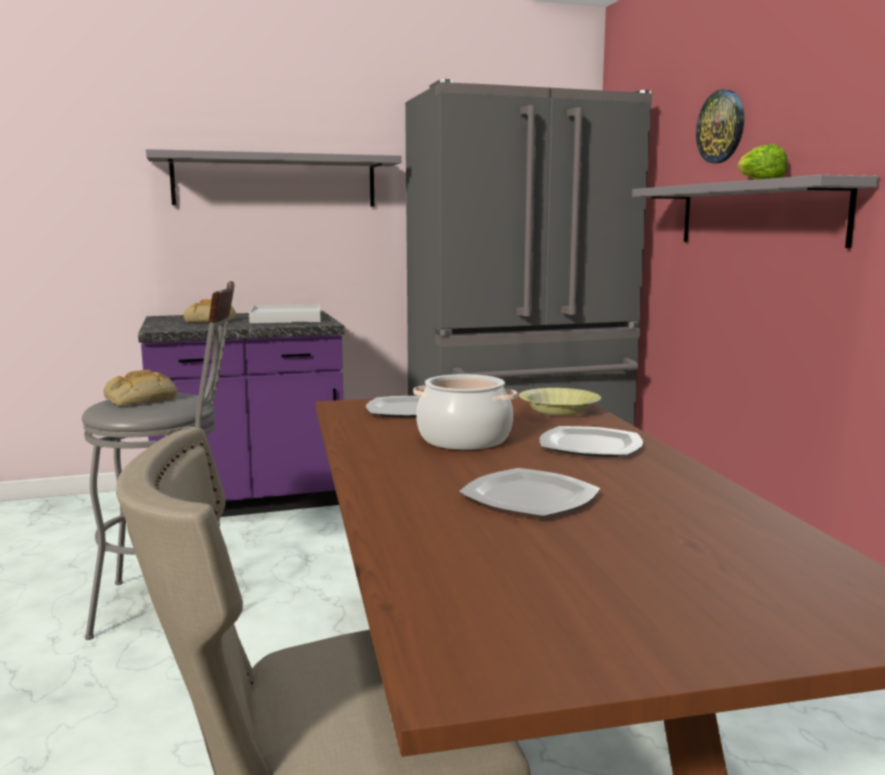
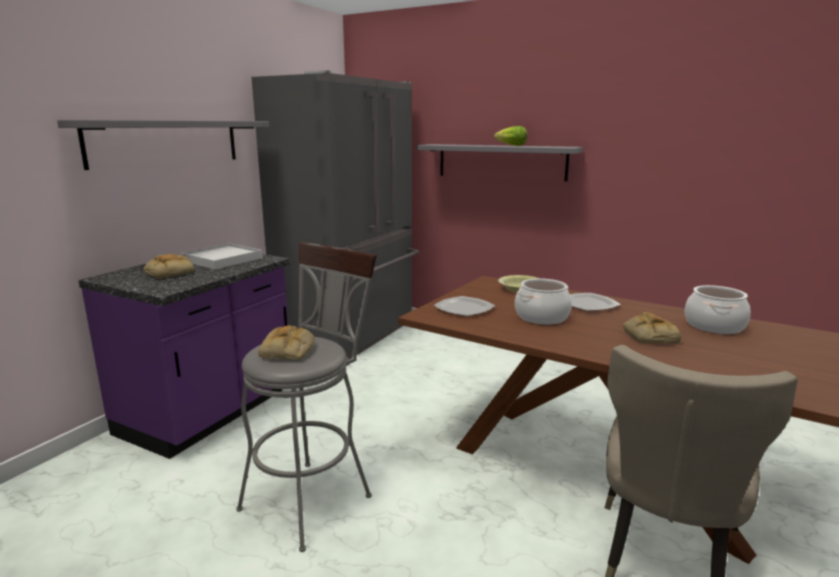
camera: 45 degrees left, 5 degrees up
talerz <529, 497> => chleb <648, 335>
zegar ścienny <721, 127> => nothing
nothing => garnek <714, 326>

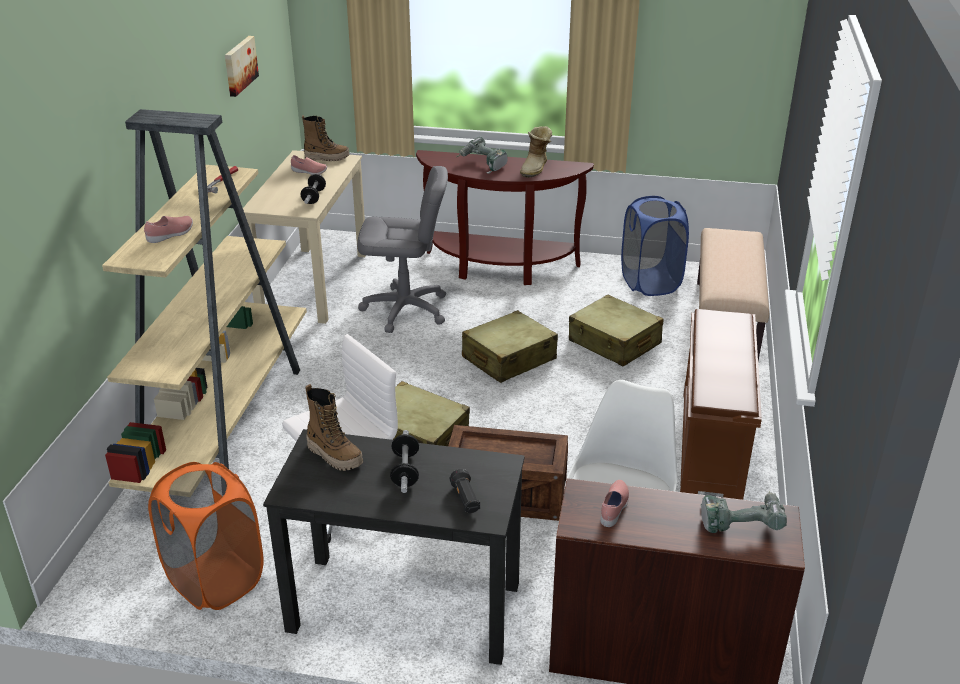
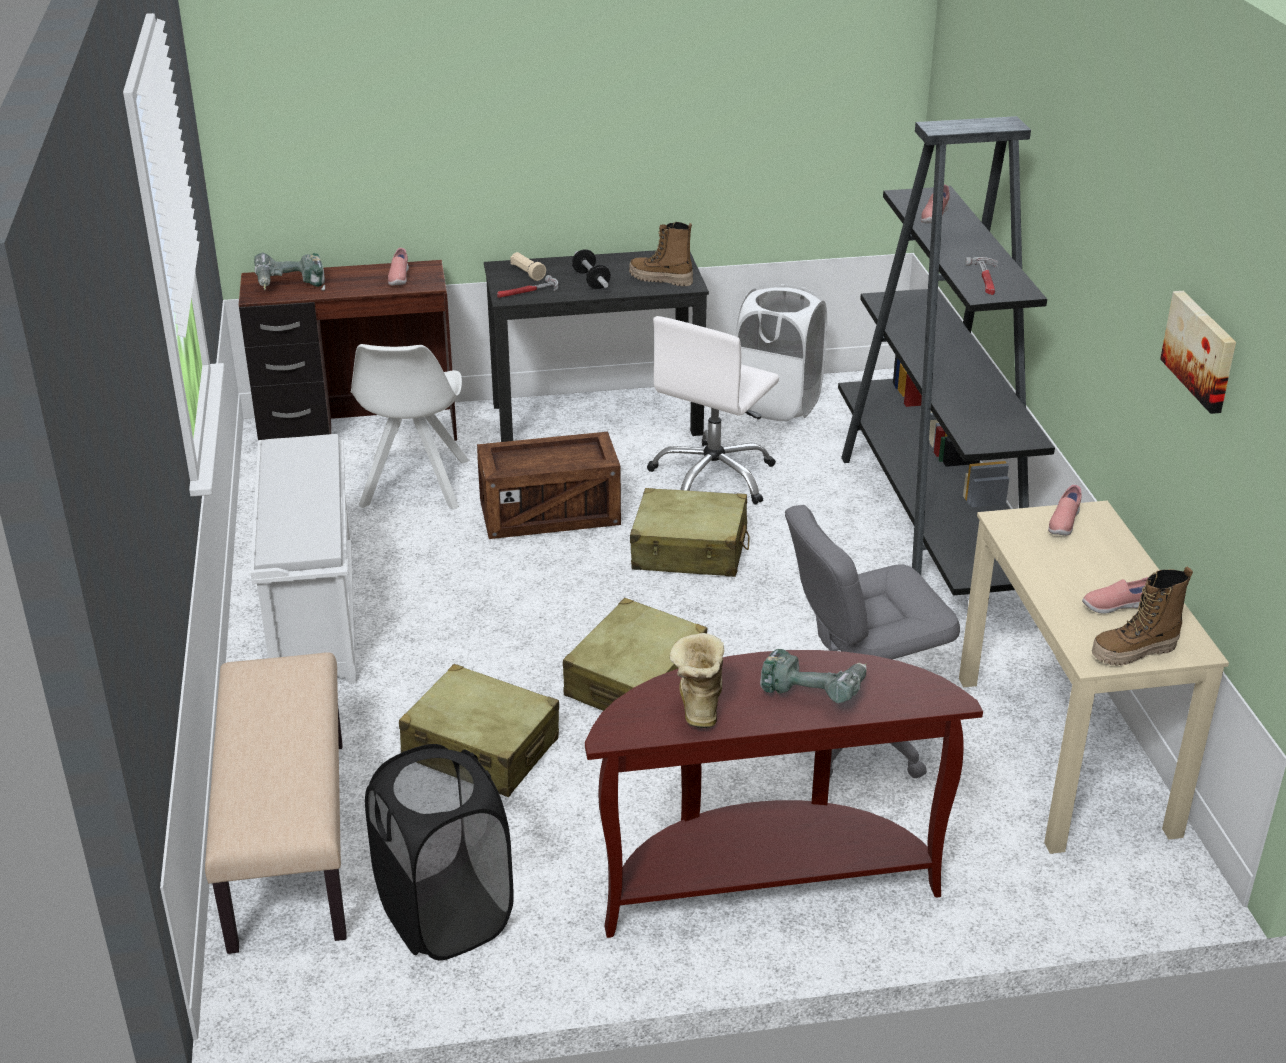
camera: 160 degrees right, 0 degrees up
regał (beżowy) <224, 420> => regał (czarny) <932, 521>
kosz na pranie (pomarańczowy) <215, 580> => kosz na pranie (biały) <777, 404>
hantel <314, 197> => nothing
latarka (czarny) <465, 499> => latarka (beżowy) <527, 273>
kosz na pranie (niebieski) <650, 282> => kosz na pranie (czarny) <445, 916>
regał na buty (brązowy) <712, 446> => regał na buty (biały) <313, 616>
nothing => młotek <527, 292>
nothing => but (różowy) <1063, 524>

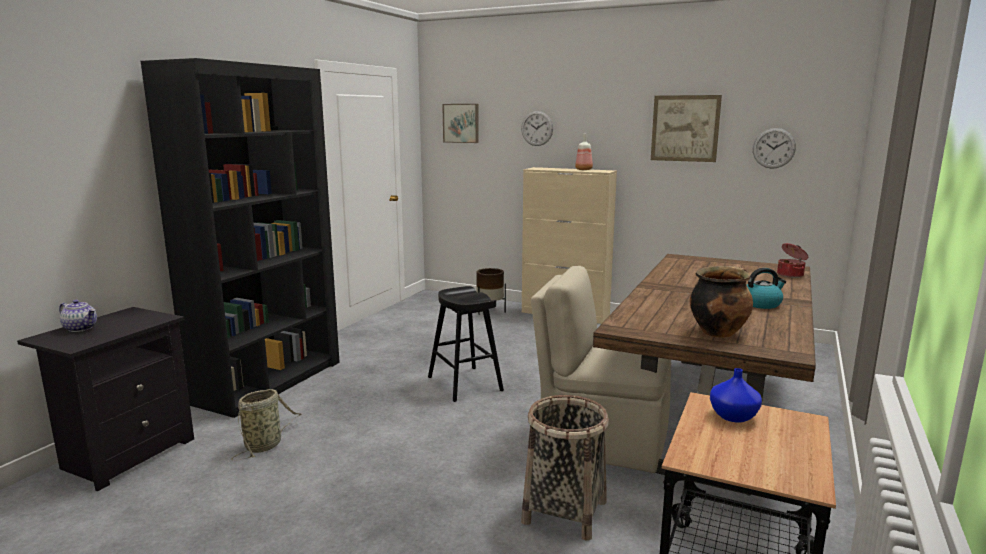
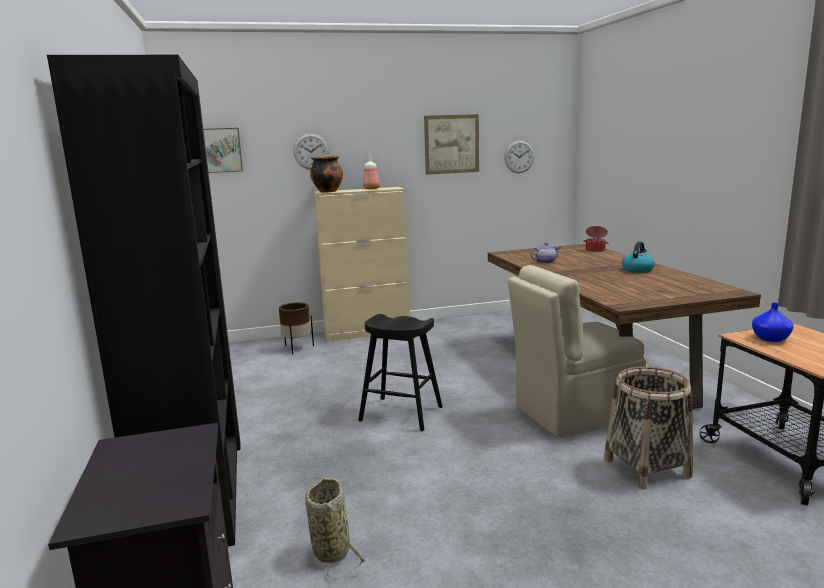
camera: 40 degrees left, 0 degrees up
imbryk <81, 328> => imbryk <545, 262>, move
garnek <718, 332> => garnek <327, 191>, move

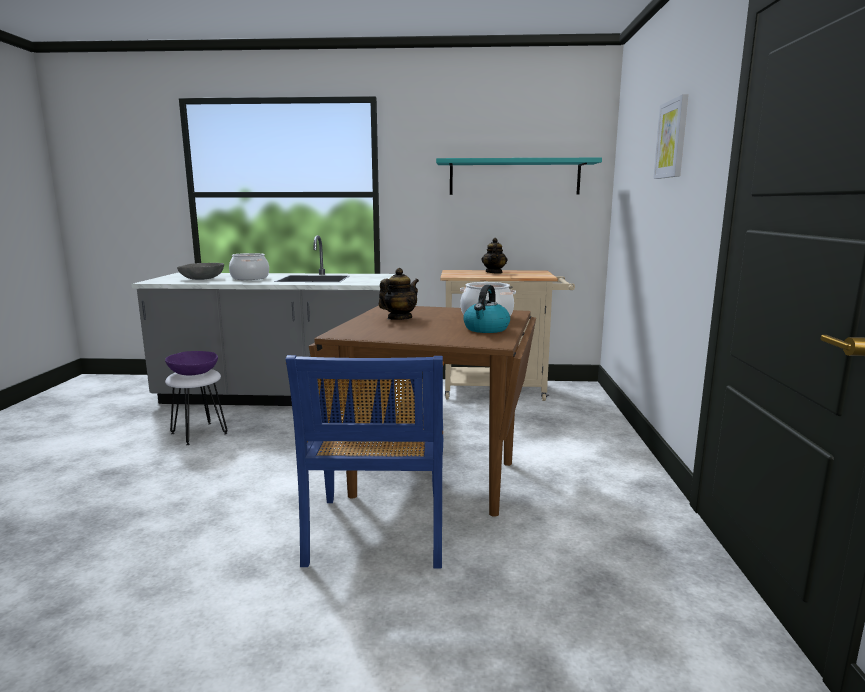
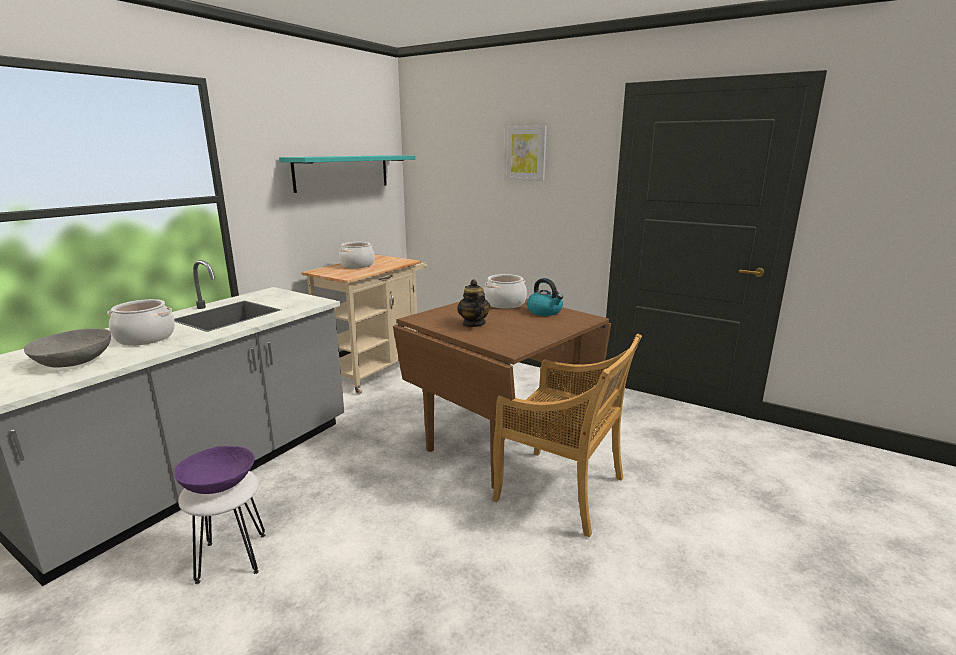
camera: 60 degrees left, 5 degrees up
krzesło (niebieski) <377, 533> => krzesło (beżowy) <562, 490>
imbryk <494, 272> => garnek <357, 265>

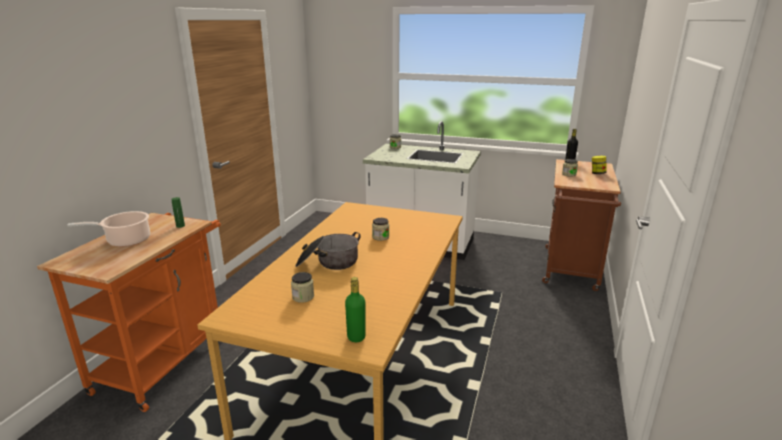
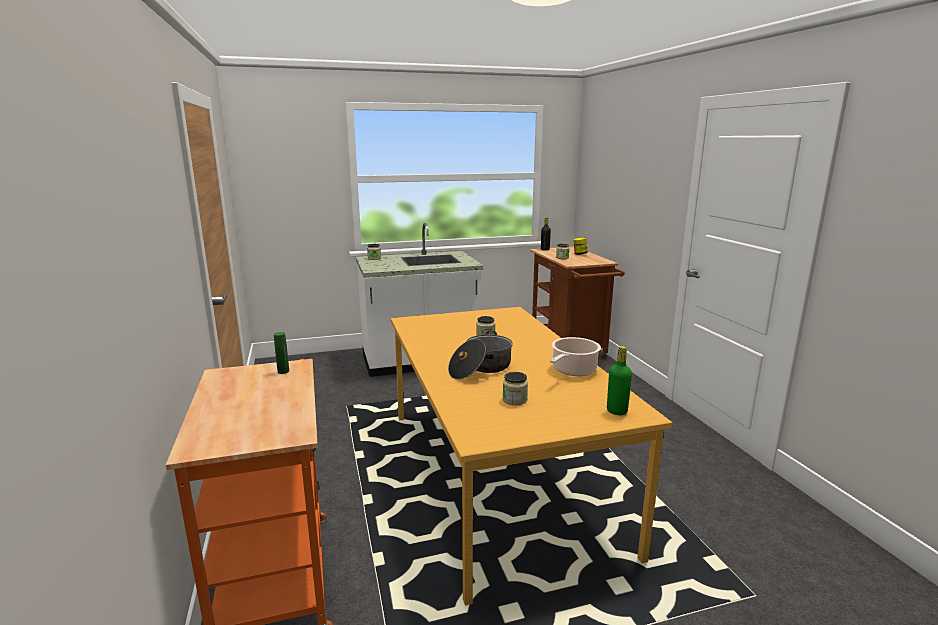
camera: 35 degrees left, 5 degrees down
garnek <126, 241> => garnek <573, 371>, move

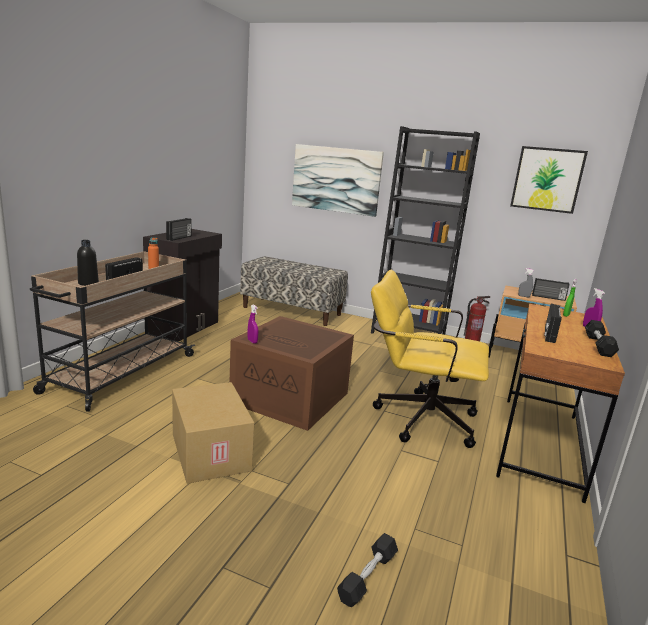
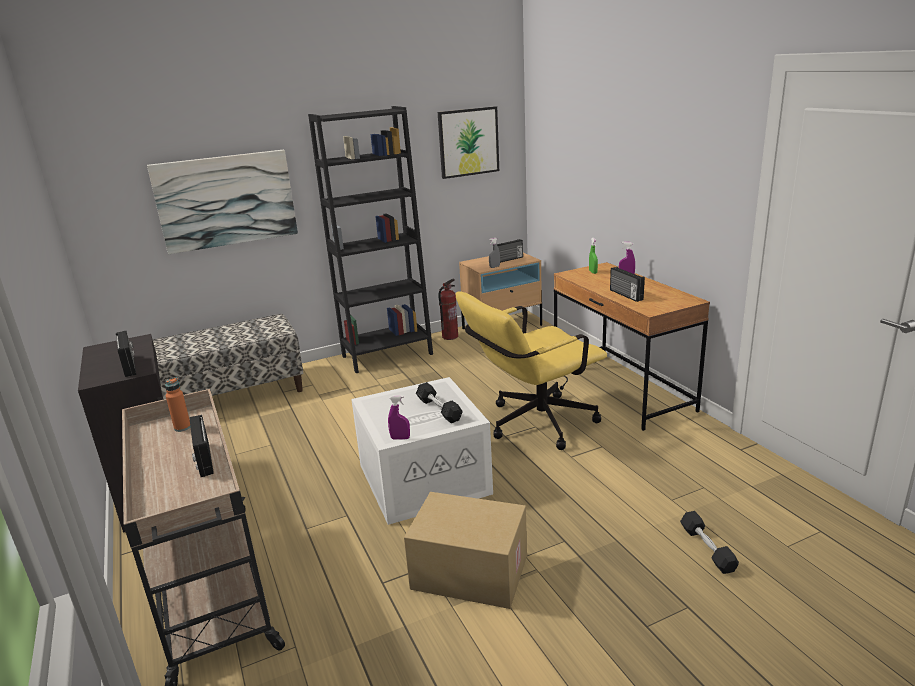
camera: 45 degrees left, 5 degrees up
butelka (czarny) <88, 283> => nothing
pojemnik do przechowywania (brązowy) <292, 397> => pojemnik do przechowywania (biały) <425, 478>
hantel (czarny) <598, 345> => hantel (czarny) <439, 409>, move

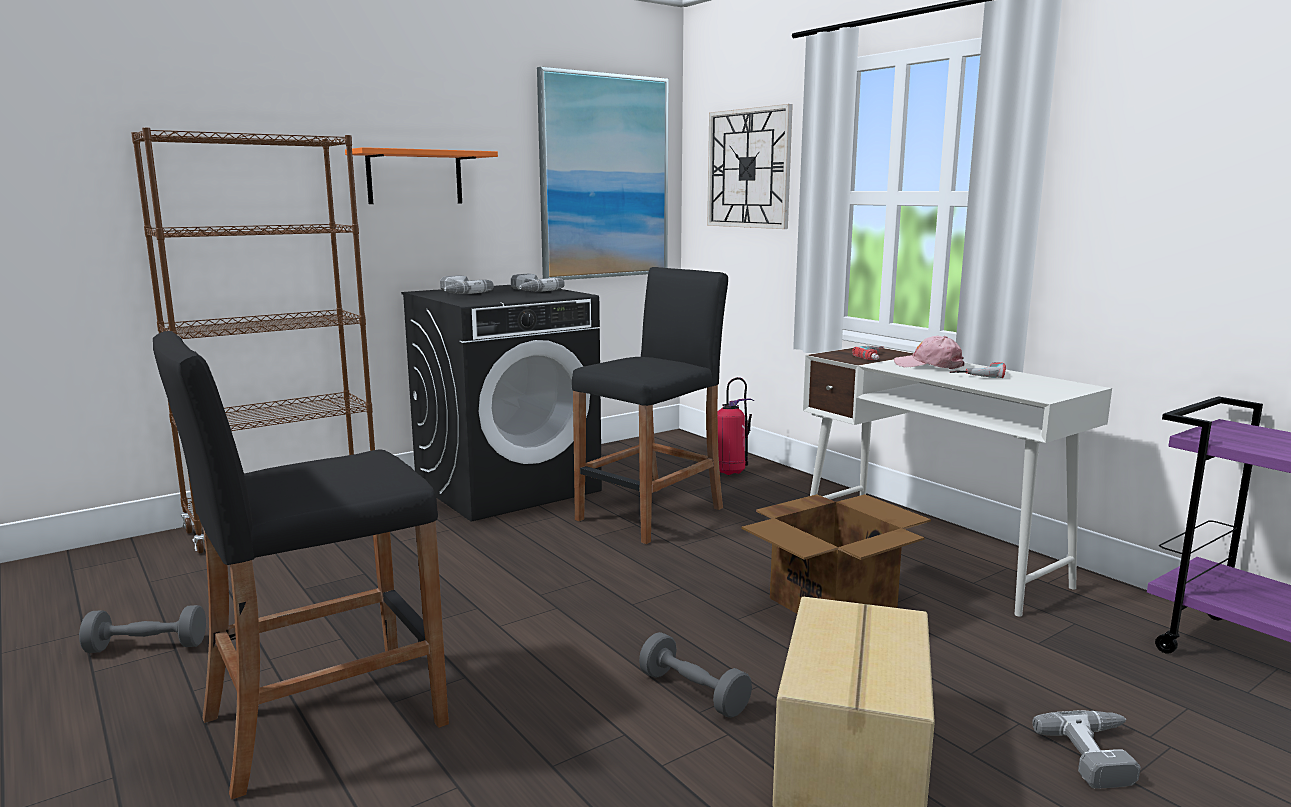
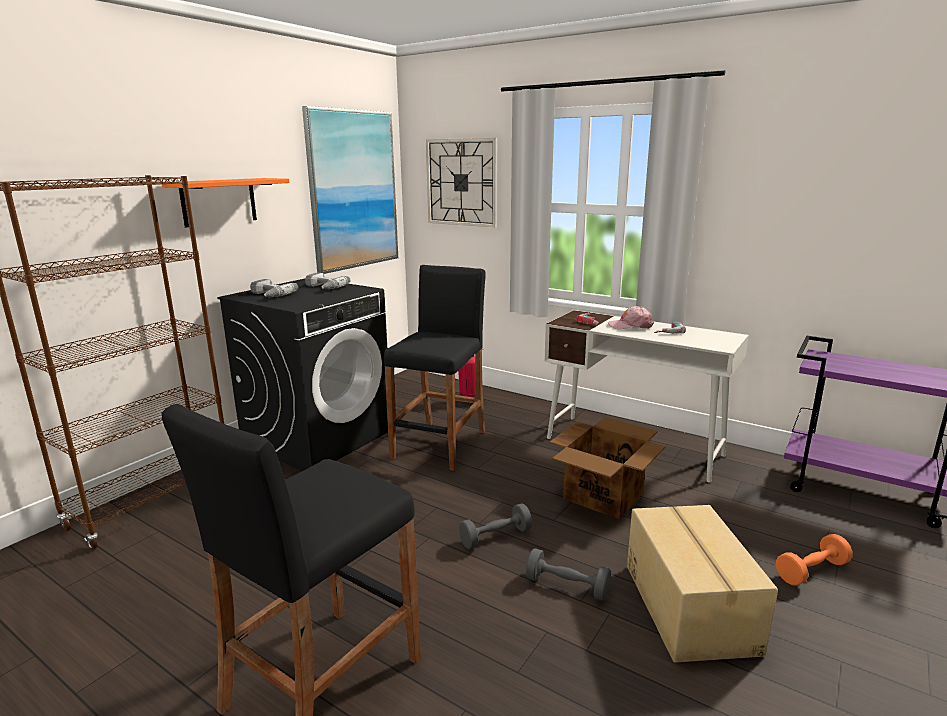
camera: 20 degrees left, 5 degrees up
hantel (szary) <147, 647> => hantel (szary) <495, 537>, move
wiertarka <1100, 755> => hantel (pomarańczowy) <811, 571>

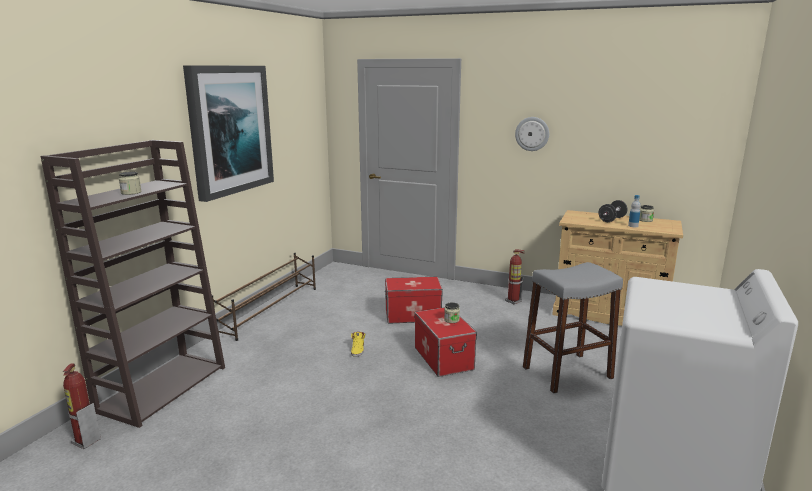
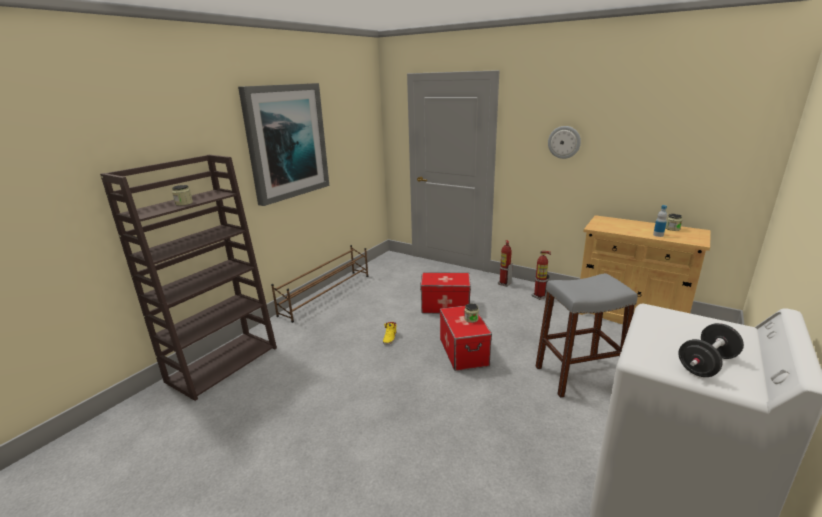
camera: 10 degrees right, 5 degrees up
gaśnica <85, 441> => gaśnica <504, 284>, move
hantel (czarny) <612, 219> => hantel (czarny) <706, 364>, move

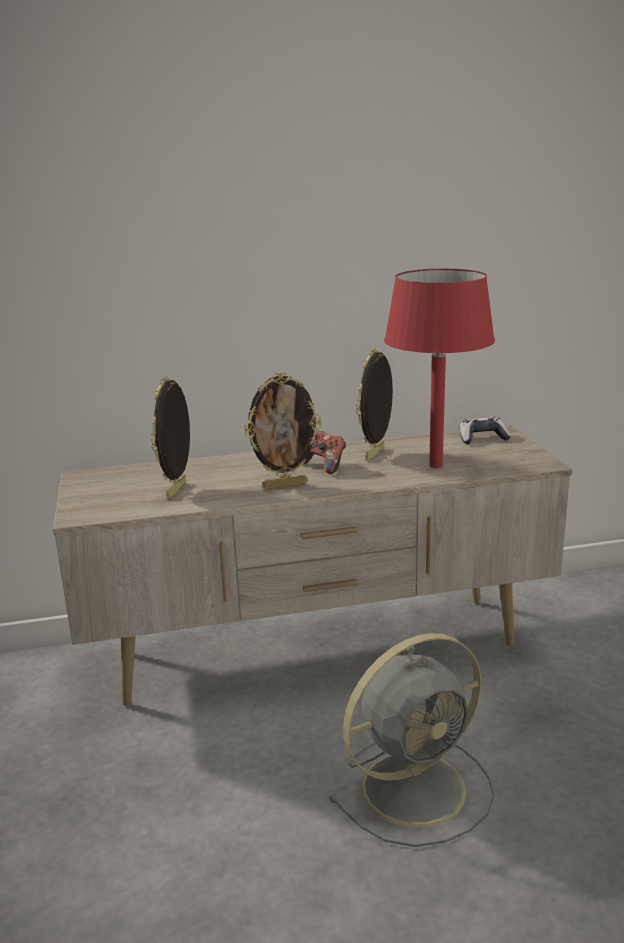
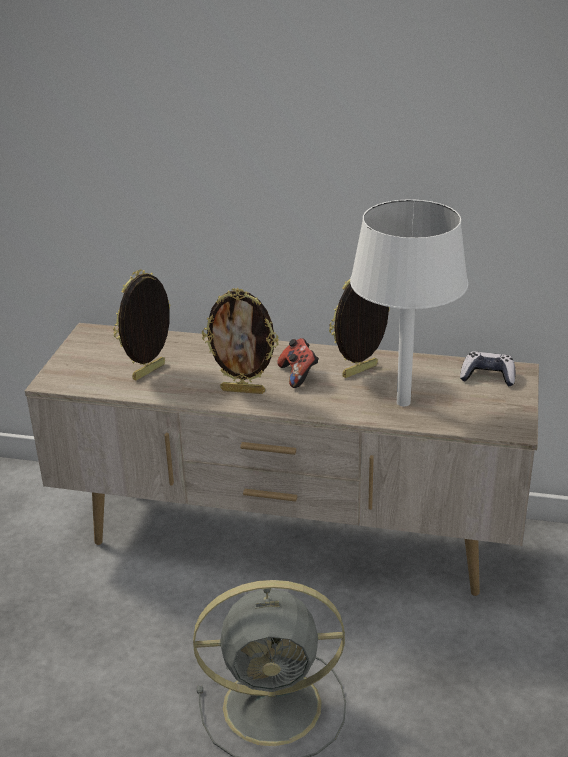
camera: 25 degrees right, 10 degrees up
lampa stołowa (czerwony) <436, 466> => lampa stołowa (biały) <403, 403>

